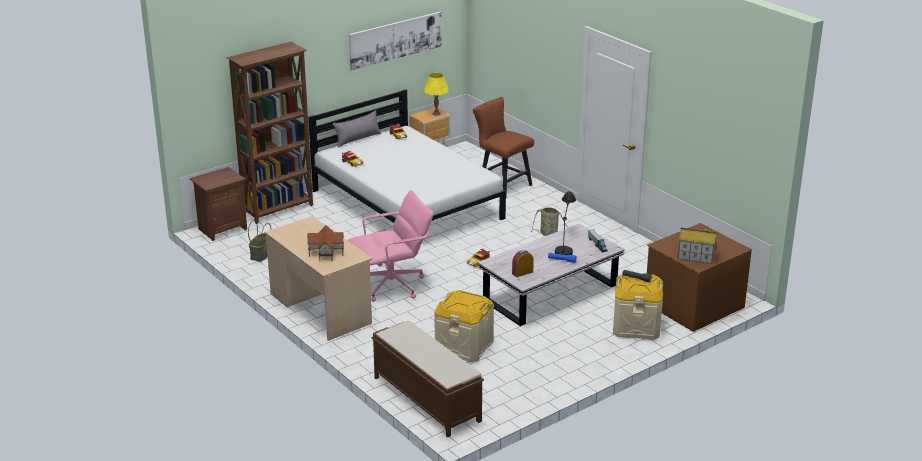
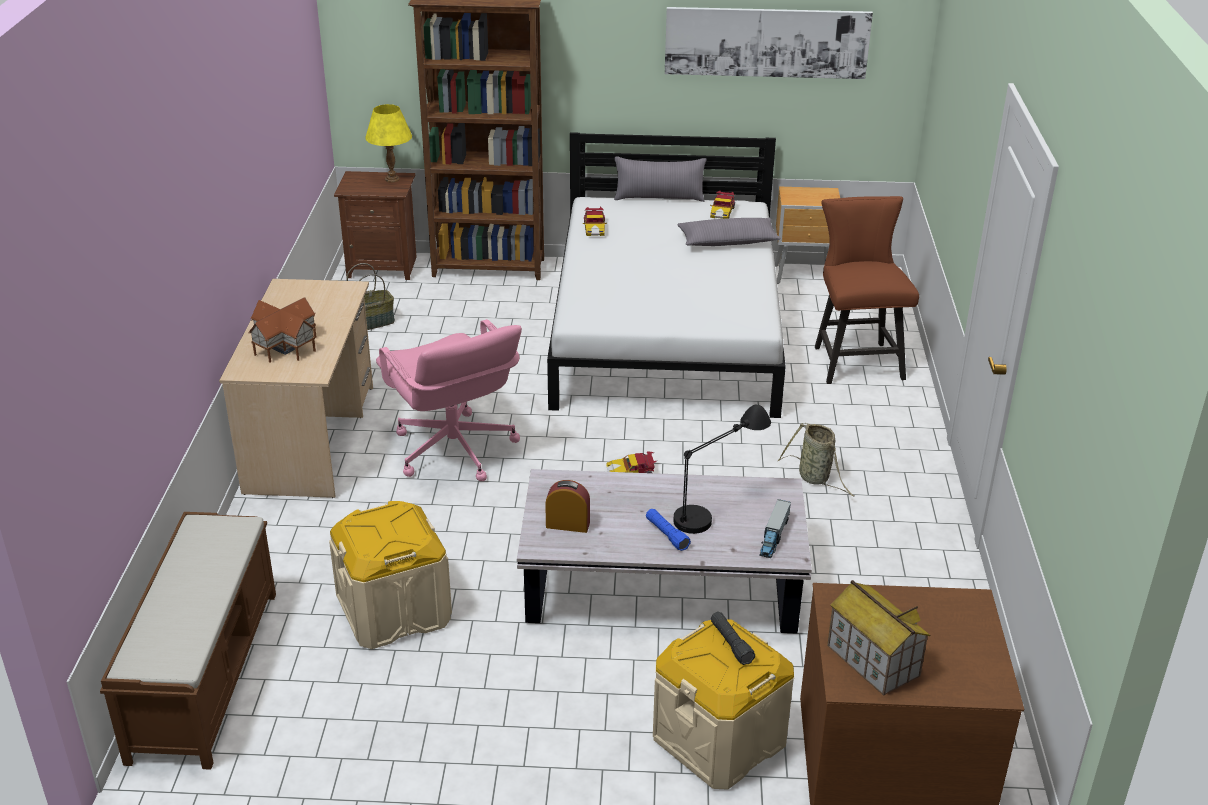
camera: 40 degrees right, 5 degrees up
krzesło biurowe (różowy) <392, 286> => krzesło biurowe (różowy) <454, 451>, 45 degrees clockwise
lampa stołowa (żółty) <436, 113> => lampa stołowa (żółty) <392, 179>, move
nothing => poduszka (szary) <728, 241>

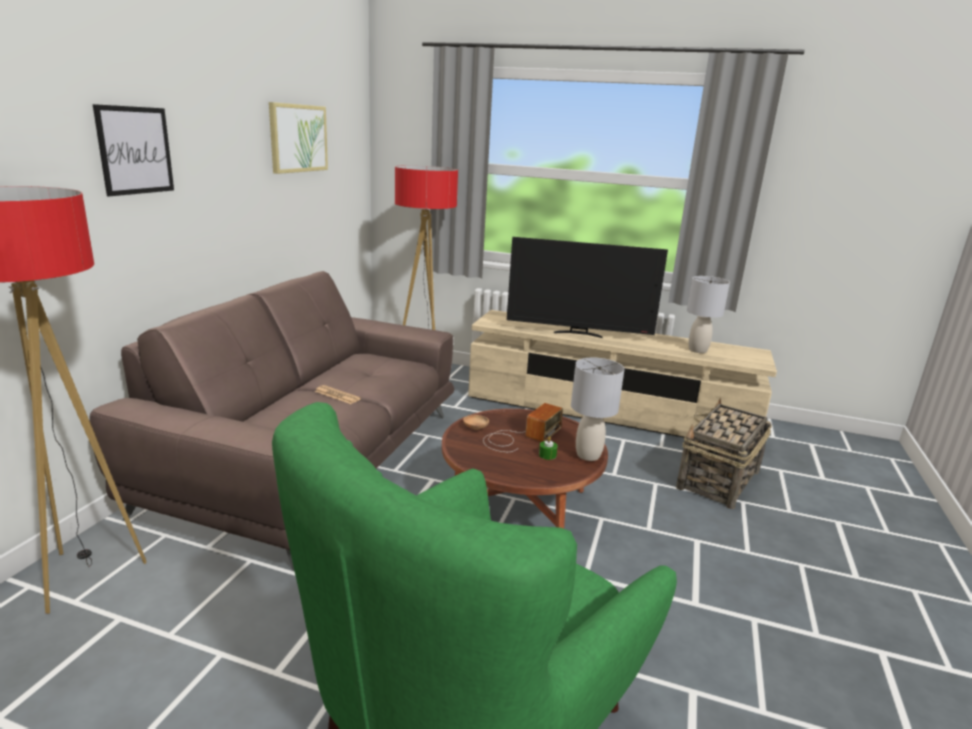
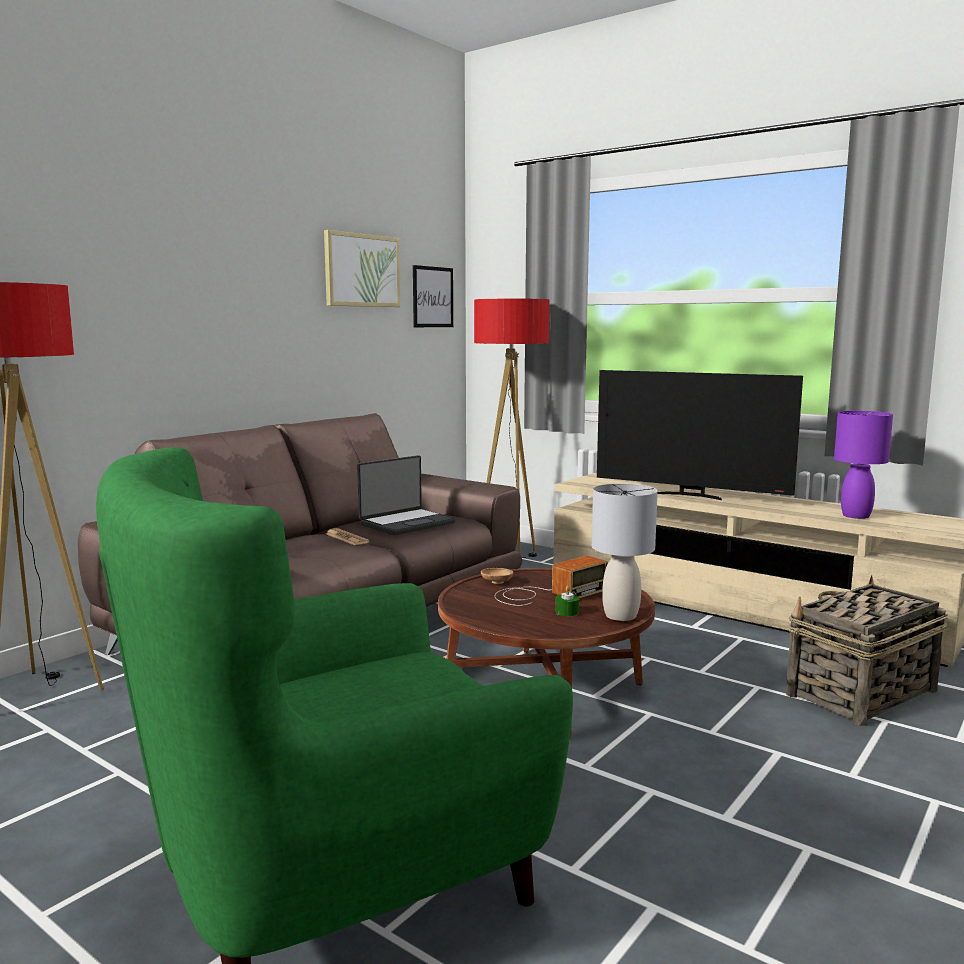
camera: 20 degrees right, 10 degrees down
obraz <135, 150> => obraz <432, 297>, move
lampa stołowa (szary) <697, 350> => lampa stołowa (fioletowy) <855, 516>
nothing => laptop <406, 523>

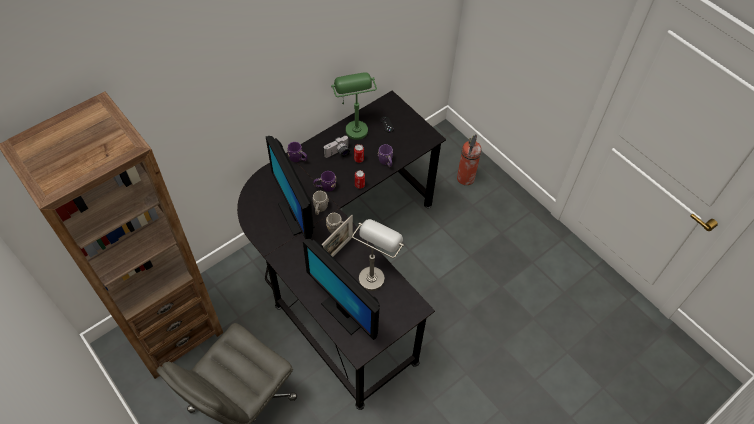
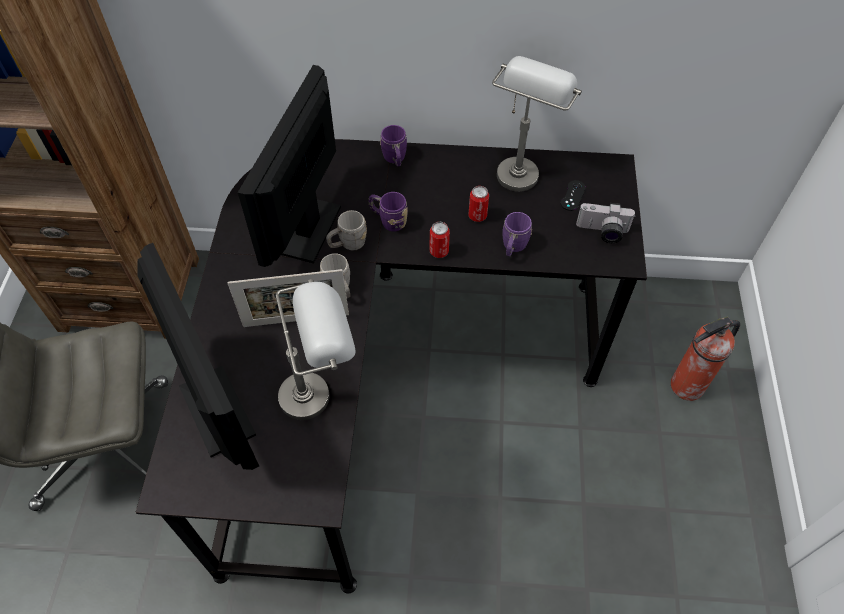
camera: 45 degrees right, 0 degrees up
monitor <344, 311> => monitor <217, 411>, 150 degrees clockwise
aparat fotograficzny <338, 153> => aparat fotograficzny <602, 232>, move
lampa stołowa (zielony) <354, 125> => lampa stołowa (szary) <522, 166>

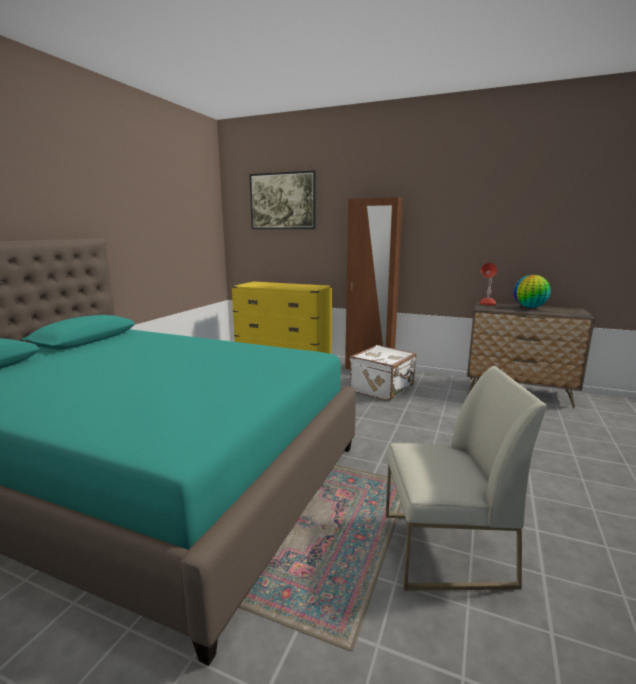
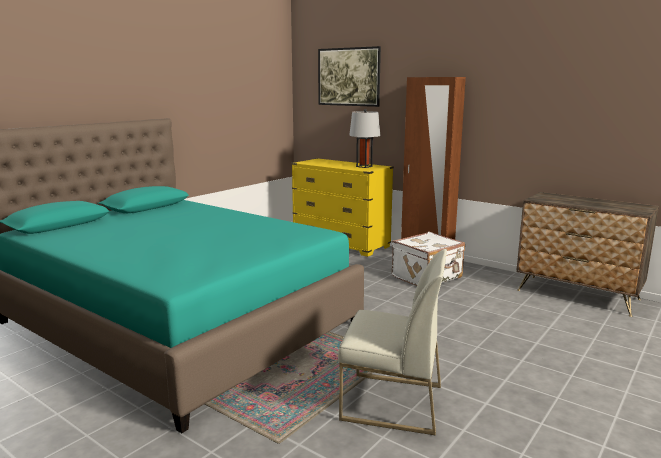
camera: 15 degrees right, 0 degrees up
lampa stołowa (czerwony) <486, 305> => nothing
globus <529, 307> => nothing
nothing => lampa stołowa (szary) <364, 166>

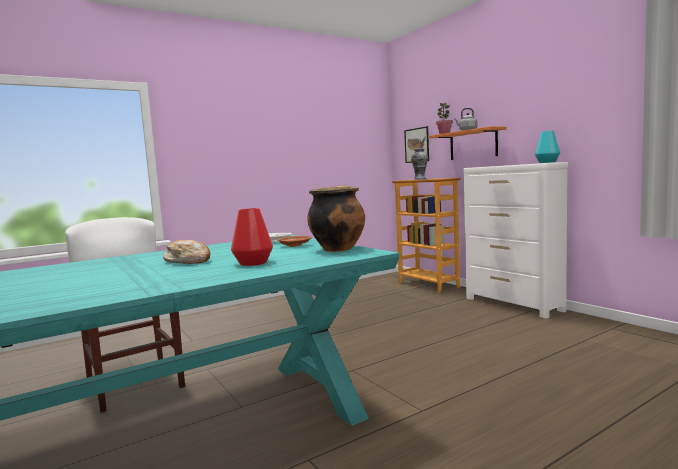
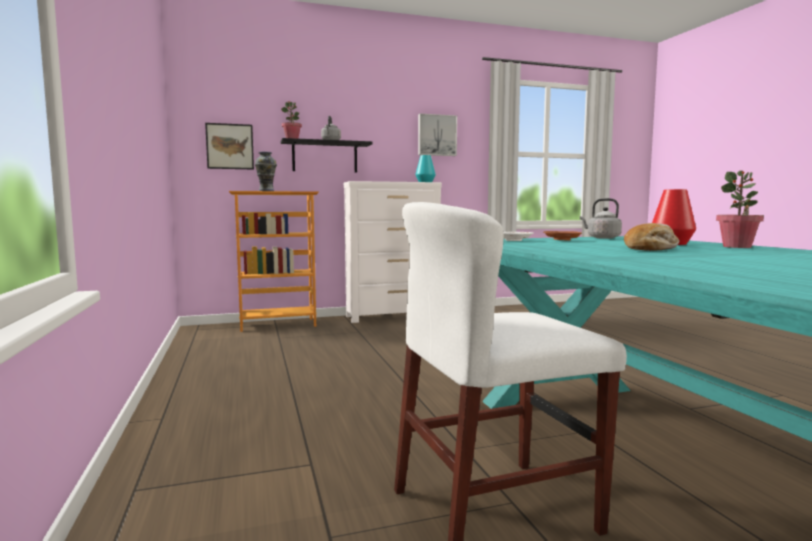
camera: 75 degrees left, 0 degrees up
garnek <338, 249> => czajnik (szary) <601, 238>
półka (pomarańczowy) <473, 144> => półka (czarny) <325, 157>
nothing => obraz <436, 135>
nothing => roślina doniczkowa <737, 247>

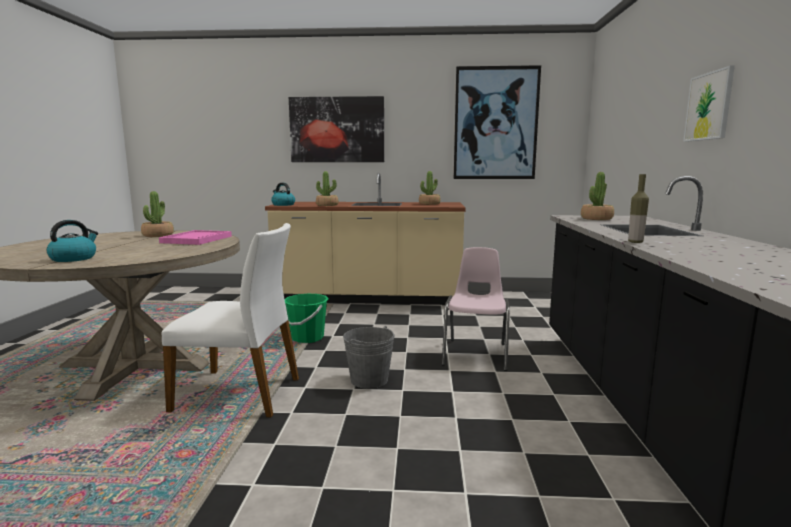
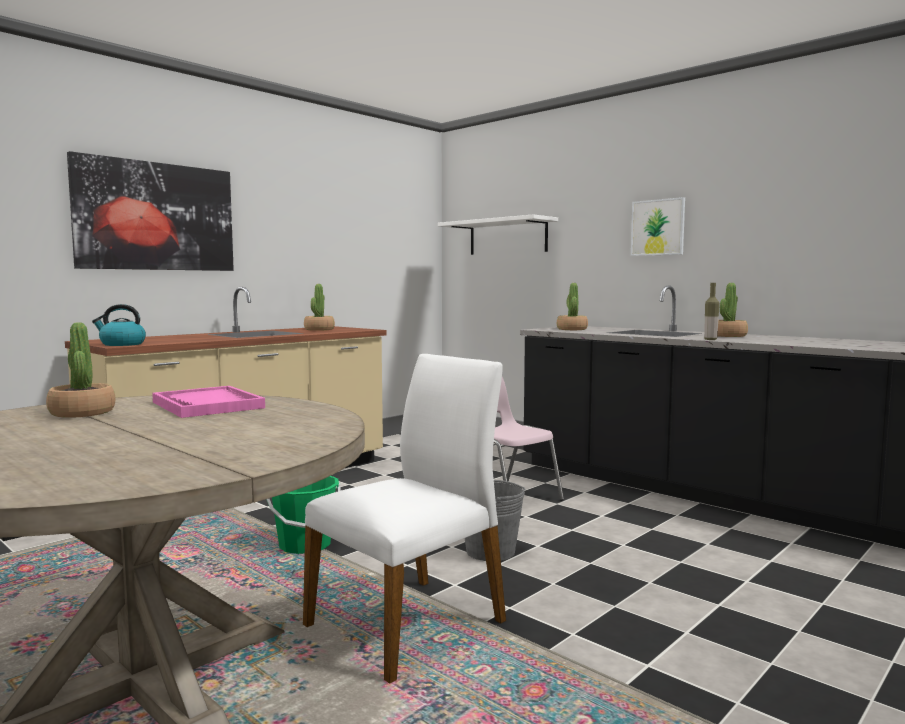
camera: 50 degrees left, 5 degrees down
czajnik <74, 258> => nothing
roślina doniczkowa <327, 205> => roślina doniczkowa <728, 336>, move
obraz <495, 124> => nothing
nothing => półka (biały) <507, 237>

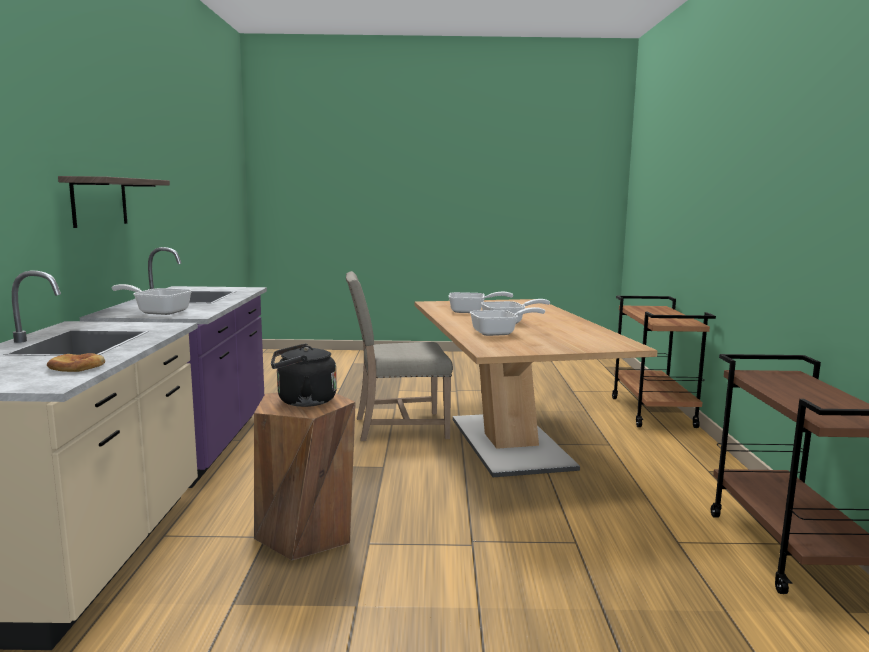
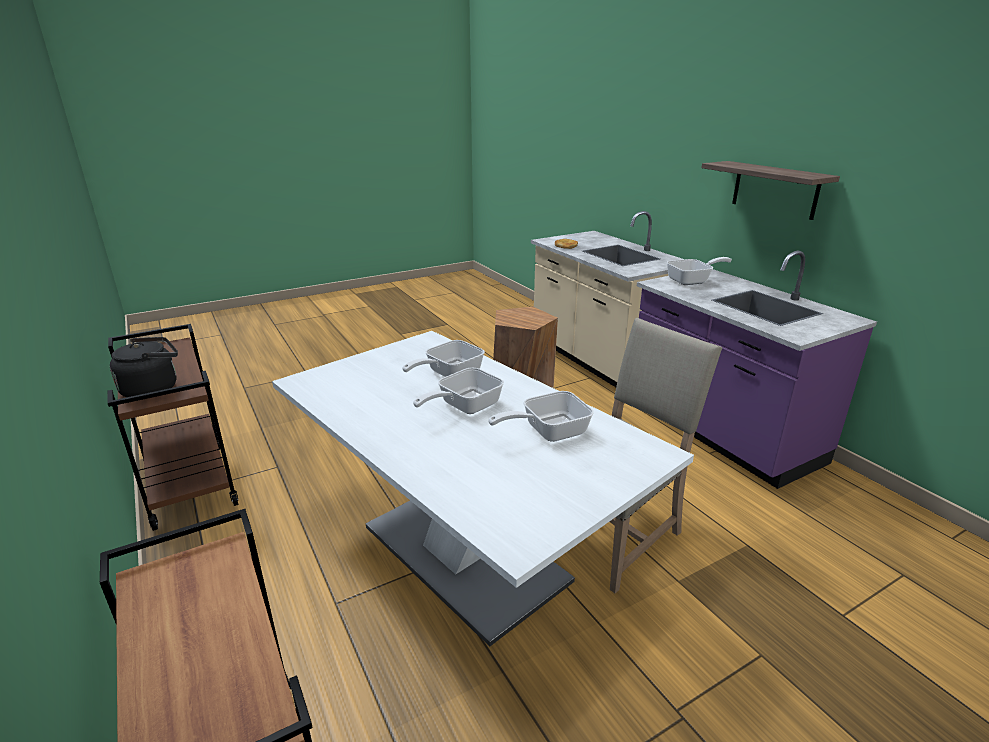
camera: 150 degrees right, 15 degrees up
czajnik (czarny) <302, 401> => czajnik (czarny) <154, 389>, move
stół jadalny (brązowy) <509, 442> => stół jadalny (biały) <464, 553>

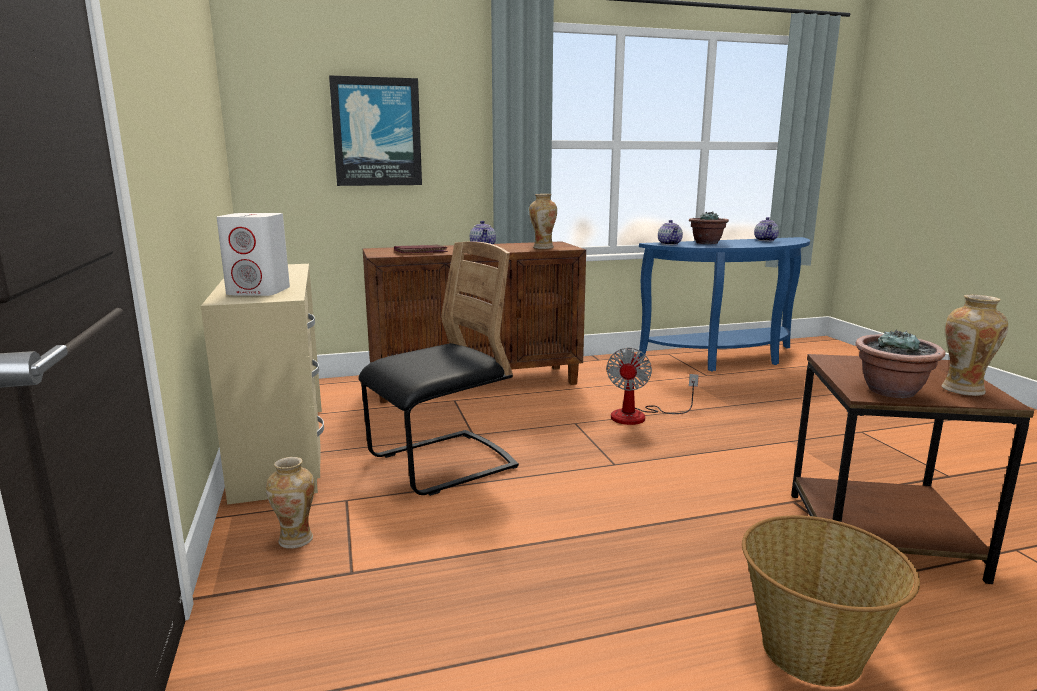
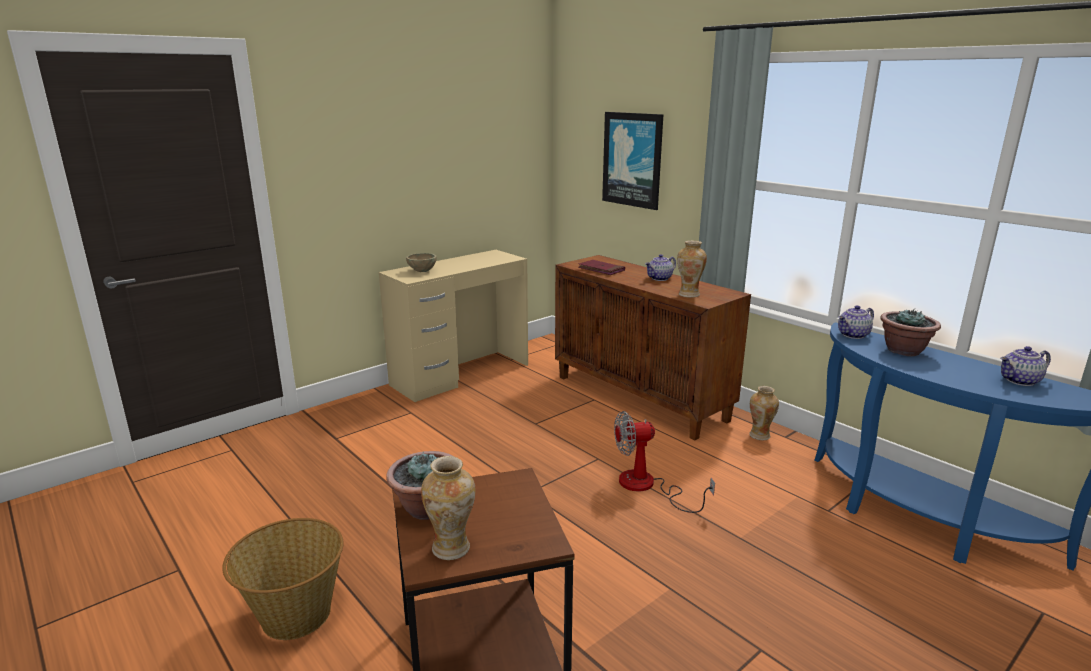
camera: 65 degrees right, 5 degrees up
głośnik (biały) <259, 291> => miska (beżowy) <422, 271>
wazon <296, 539> => wazon <760, 435>, move
krzesło (czarny) <442, 464> => nothing

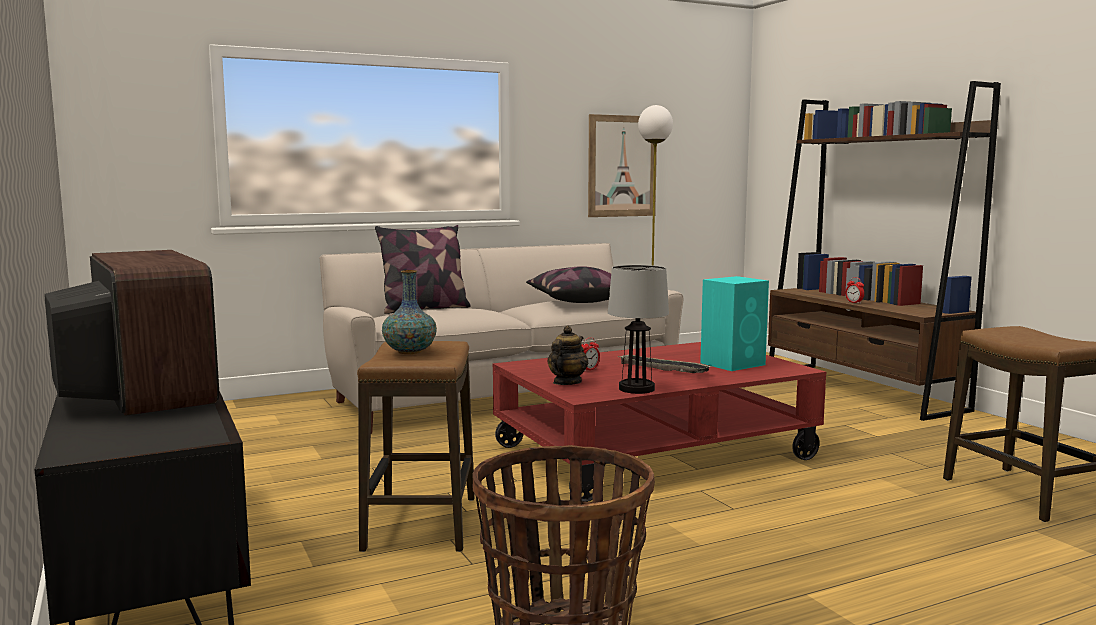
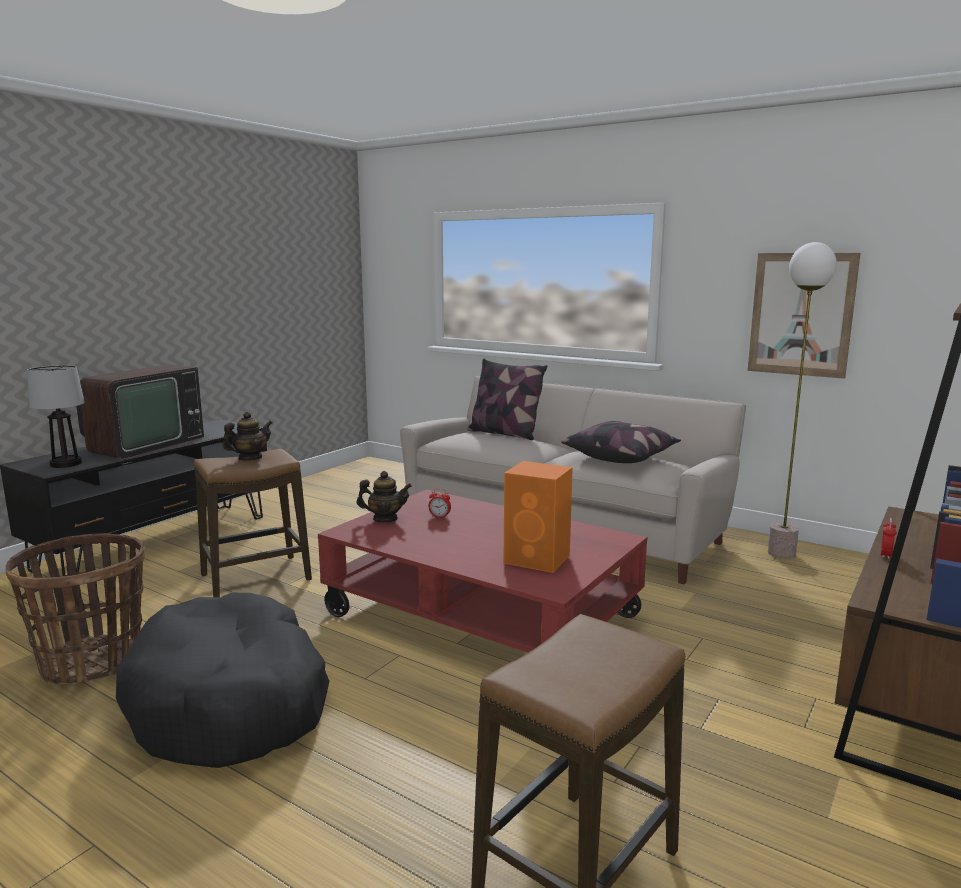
camera: 60 degrees right, 5 degrees up
wazon <409, 352> => imbryk <250, 458>
lampa stołowa <637, 389> => lampa stołowa <65, 464>, move
taca <663, 369> => nothing
głośnik (turkusowy) <733, 364> => głośnik (pomarańczowy) <538, 559>
nothing => legowisko (czarny) <230, 702>

